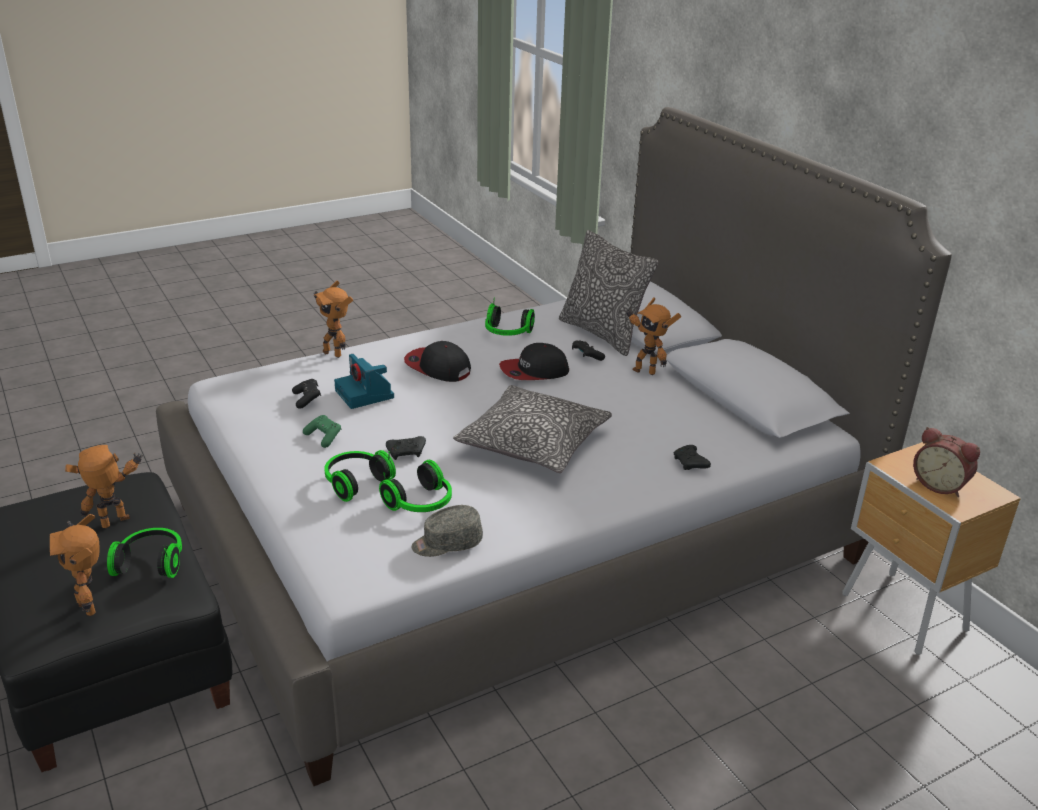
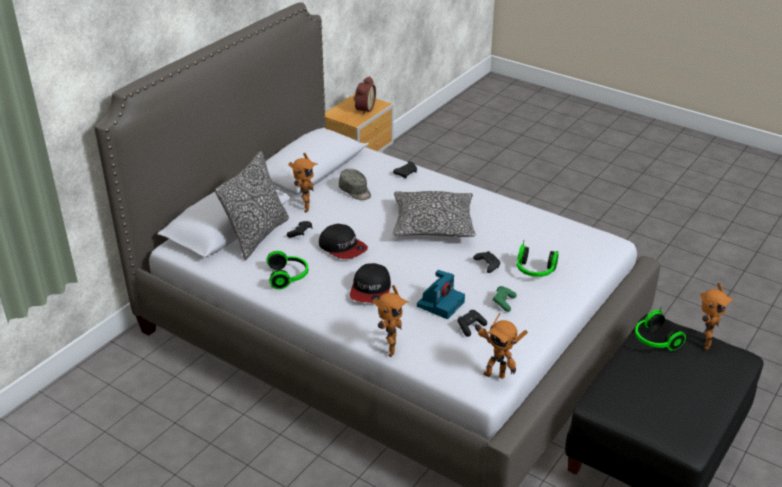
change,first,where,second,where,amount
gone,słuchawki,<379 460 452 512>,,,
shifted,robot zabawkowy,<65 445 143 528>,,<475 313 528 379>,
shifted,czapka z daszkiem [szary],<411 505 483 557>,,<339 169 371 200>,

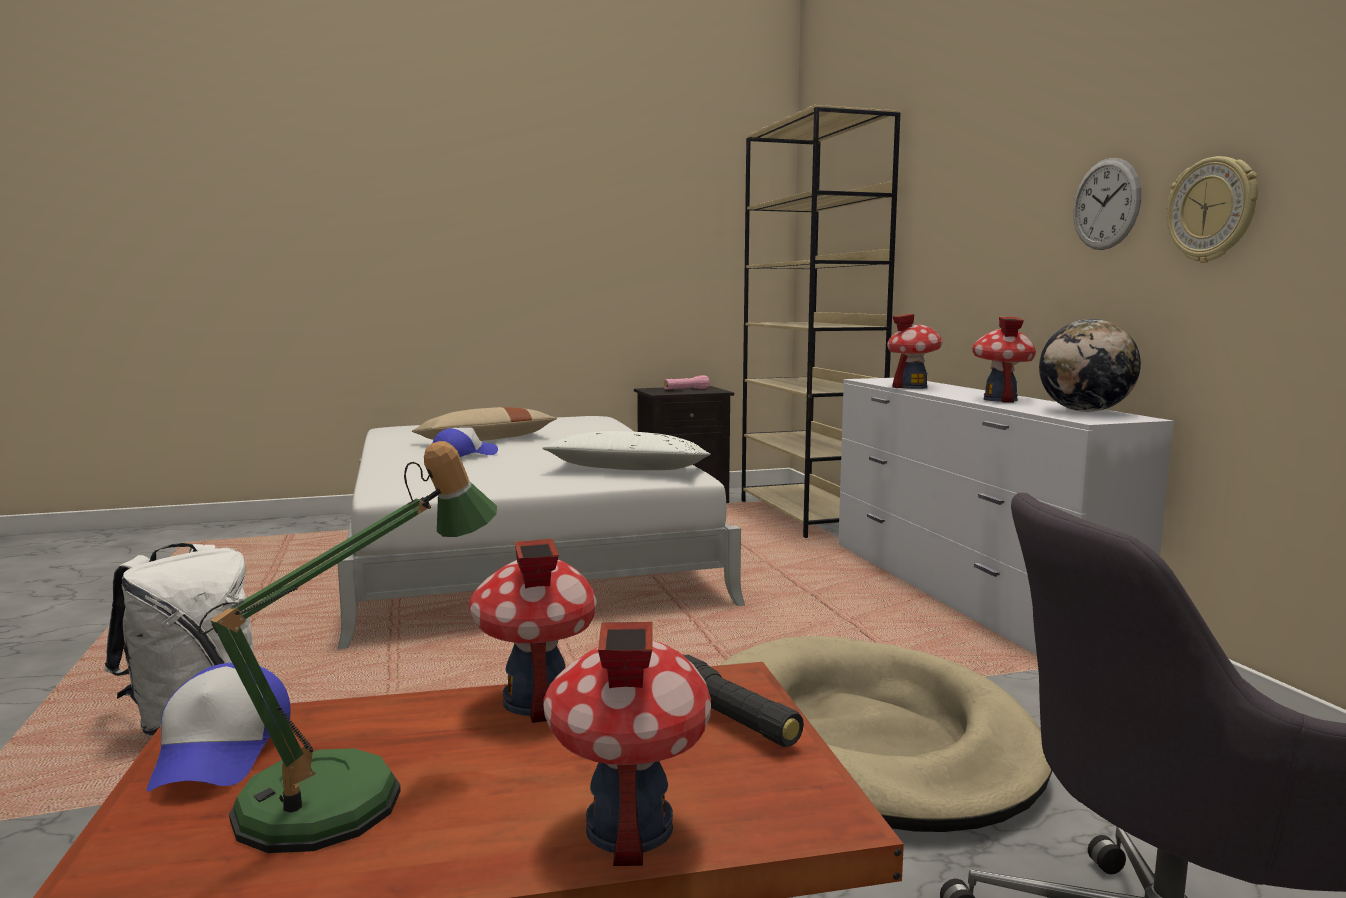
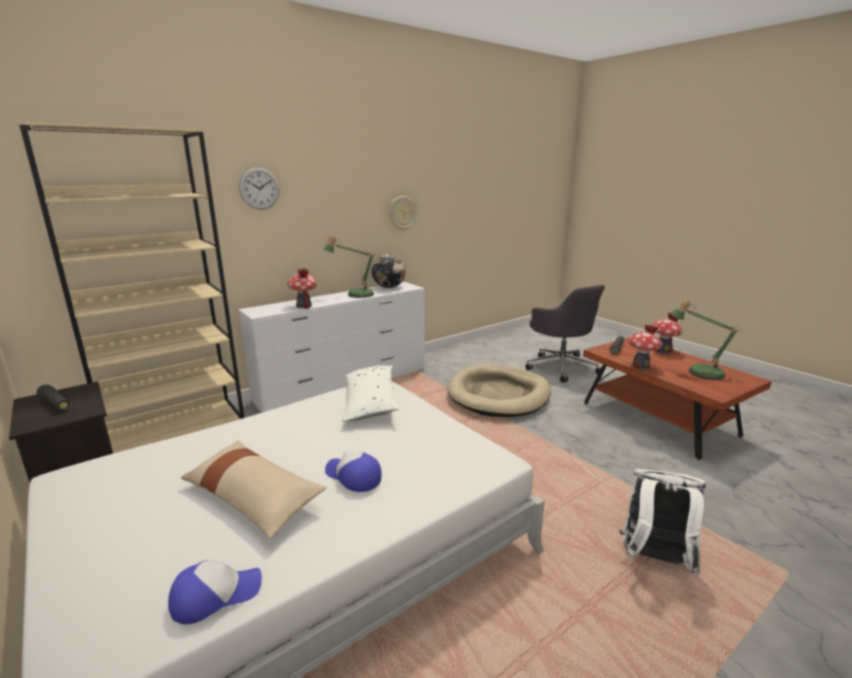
change,first,where,second,where,amount
shifted,czapka z daszkiem,<147 663 290 792>,,<168 560 262 624>,
shifted,zegar ścienny,<1073 158 1141 250>,,<239 167 280 210>,
swapped,domek,<972 317 1036 402>,lampa stołowa,<323 235 374 298>,
repainted,latarka [różowy],<663 375 710 390>,latarka [czarny],<37 385 70 411>,

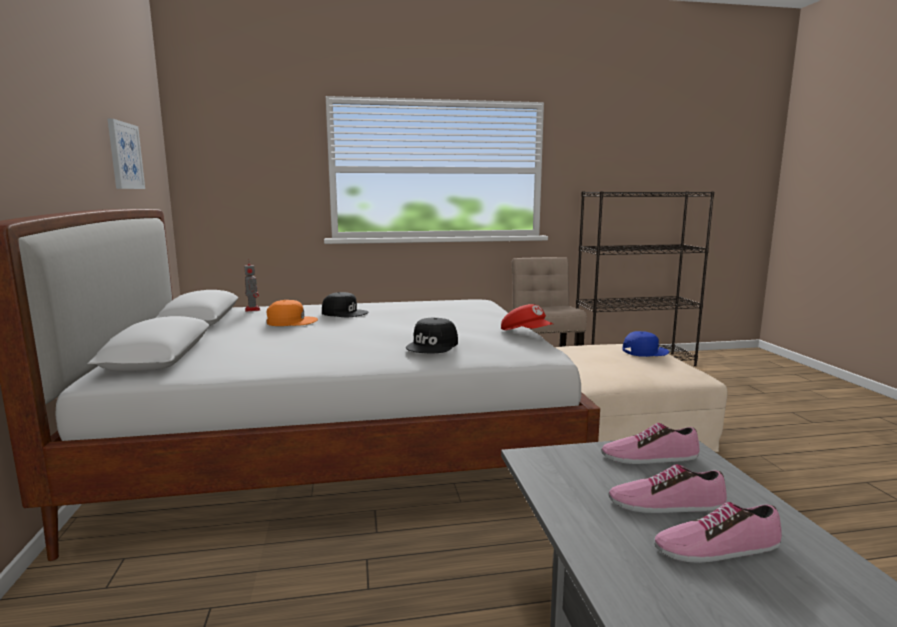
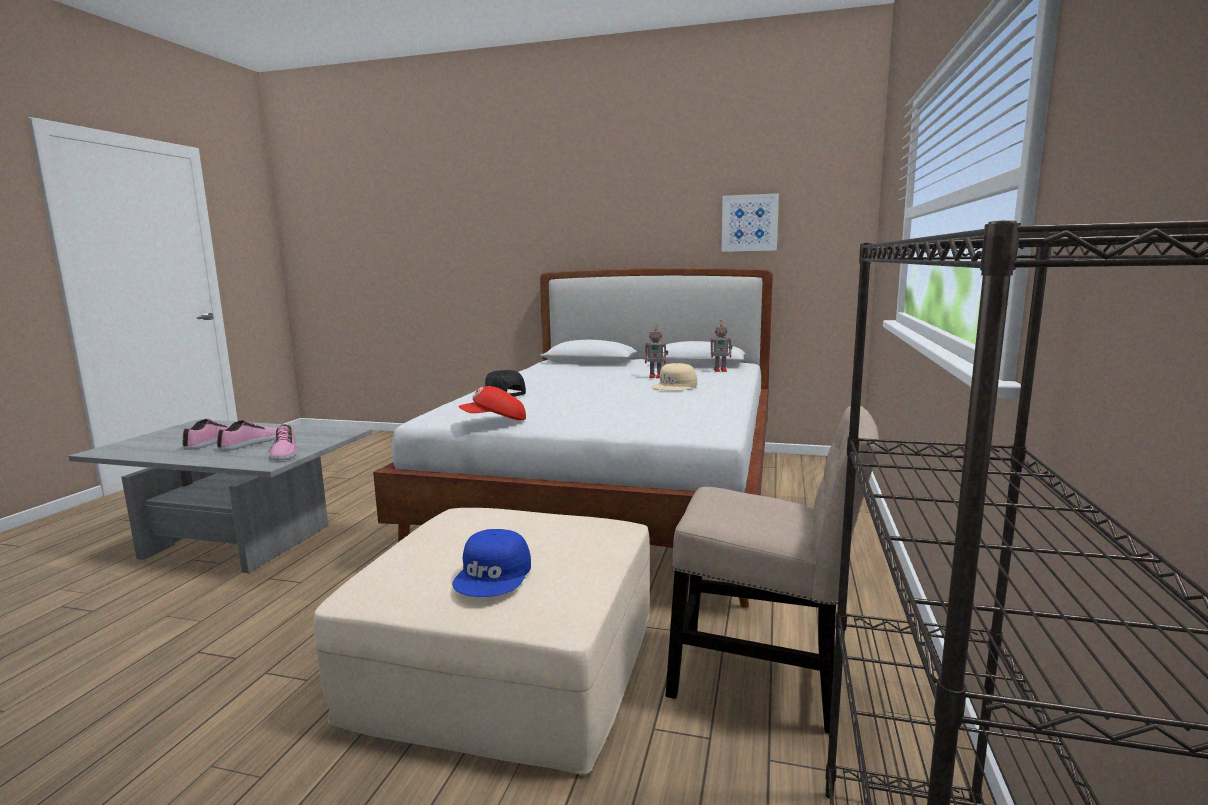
change,first,where,second,where,amount
swapped,czapka z daszkiem [pomarańczowy],<266 300 318 326>,robot zabawkowy,<645 324 668 378>,
repainted,czapka z daszkiem [czarny],<322 292 368 317>,czapka z daszkiem [beżowy],<651 363 697 391>,
rotated,but,<601 423 700 464>,,<269 424 297 460>,135 degrees clockwise

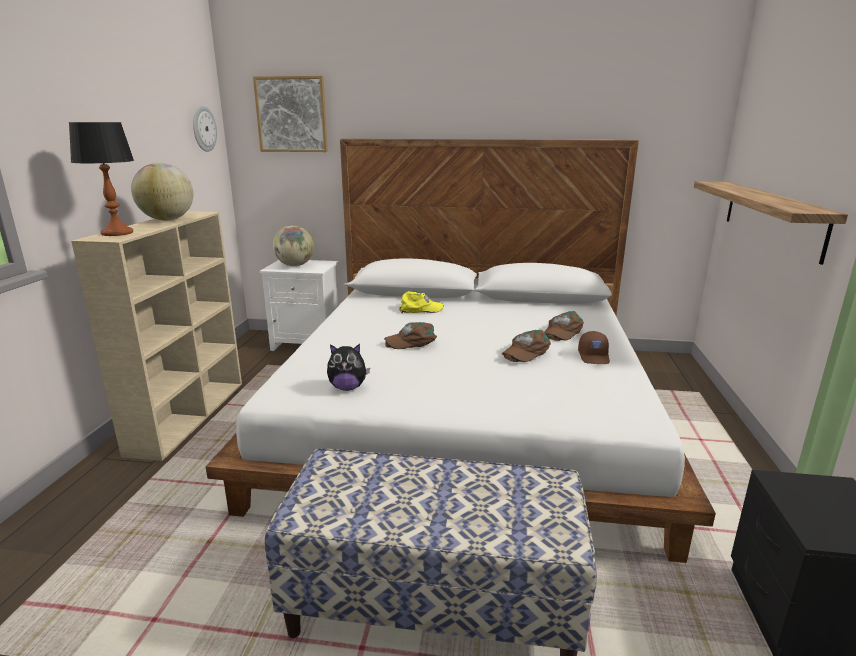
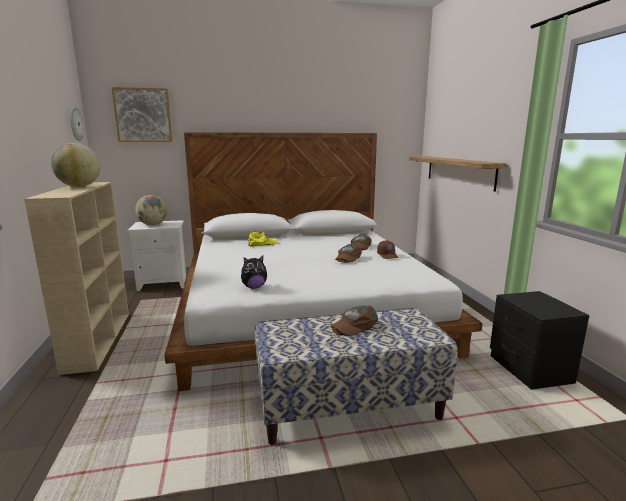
change,first,where,second,where,amount
gone,lampa stołowa,<69 122 134 236>,,,
shifted,czapka z daszkiem [brązowy],<384 322 437 349>,,<331 305 378 336>,

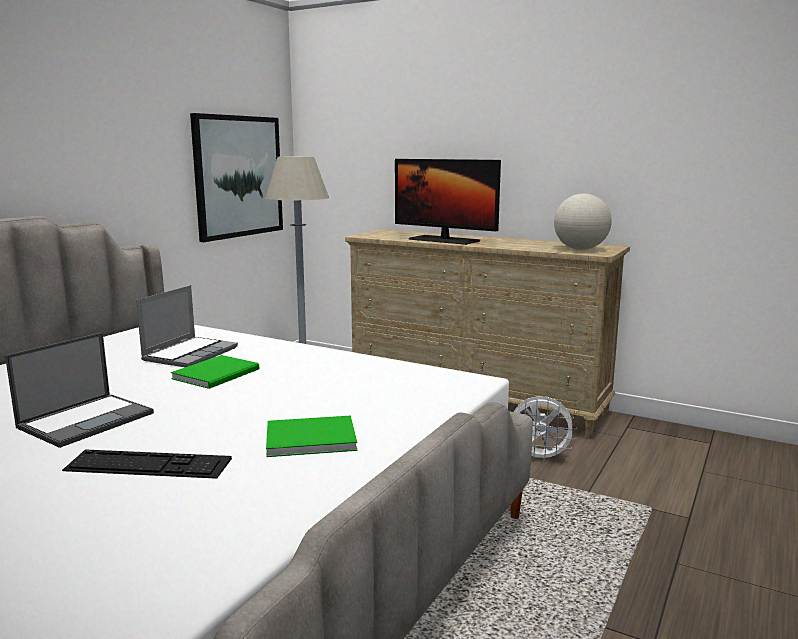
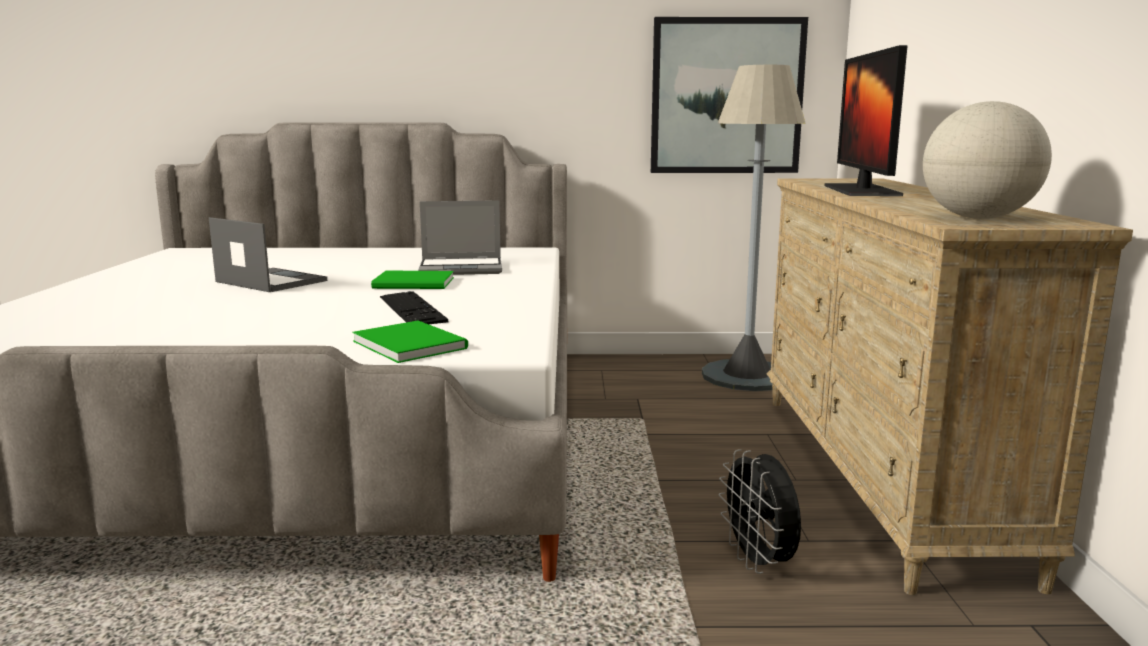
change,first,where,second,where,amount
shifted,klawiatura,<62 449 232 479>,,<380 291 448 324>,
shifted,książka [zielony],<266 416 357 457>,,<352 321 468 363>,
repainted,wentylator [biały],<514 396 577 463>,wentylator [czarny],<718 449 801 574>,
rotated,laptop,<5 332 154 448>,,<209 217 327 292>,150 degrees counterclockwise

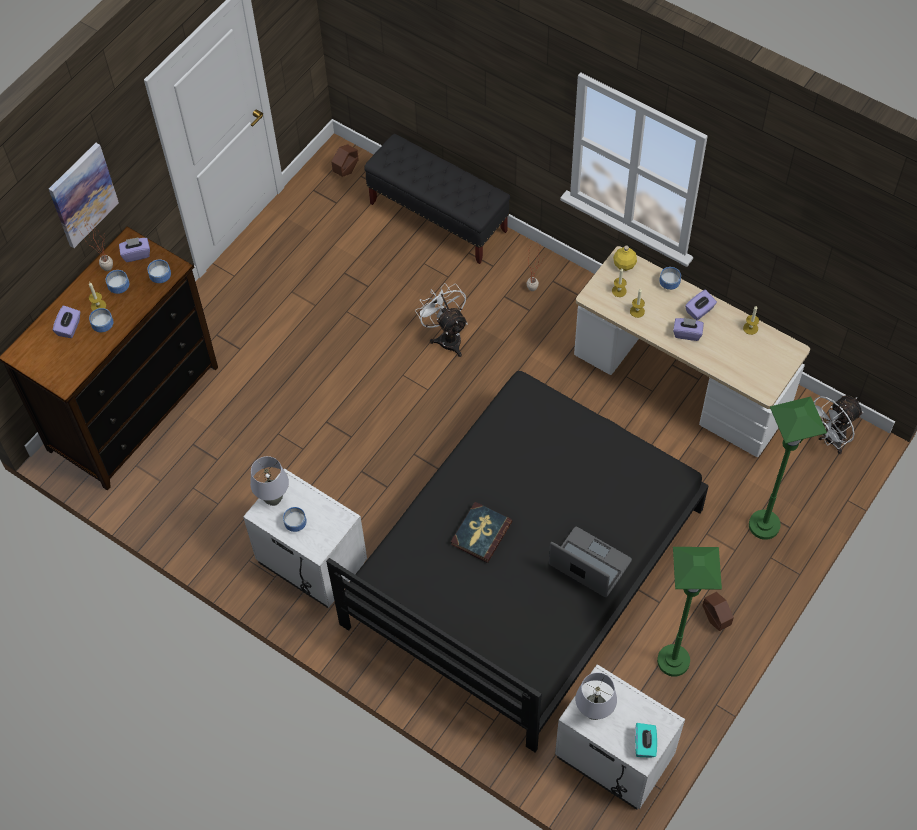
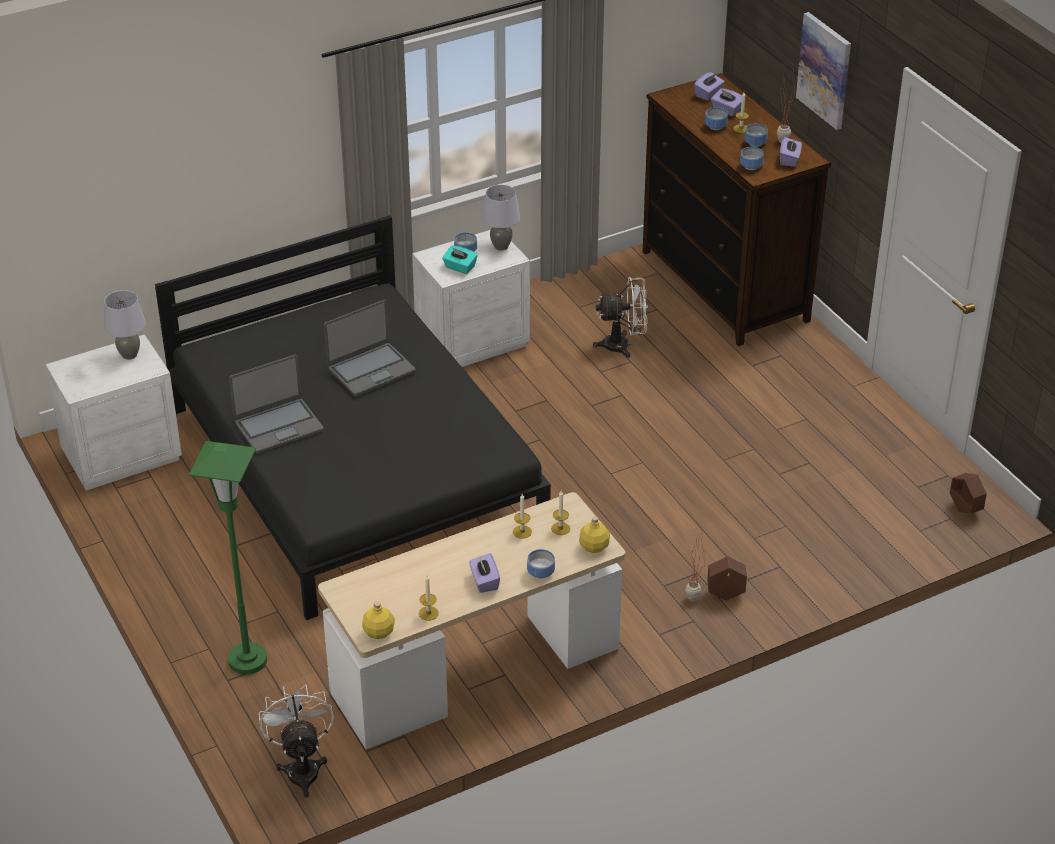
change,first,where,second,where,amount
gone,ławka [czarny],<364 134 510 264>,,,
gone,lampa stojąca [zielony],<657 547 722 677>,,,
new,,,butelka [żółty],<362 601 395 639>,
shifted,wentylator [biały],<415 283 468 357>,,<593 277 648 358>,
shifted,pudełko chusteczek [turkusowy],<635 723 657 758>,,<442 246 477 274>,
shifted,pudełko chusteczek [fioletowy],<673 318 704 341>,,<694 72 725 101>,
shifted,donica [brązowy],<702 592 734 631>,,<707 556 747 601>,
swapped,książka,<451 502 512 563>,laptop,<324 300 416 396>,

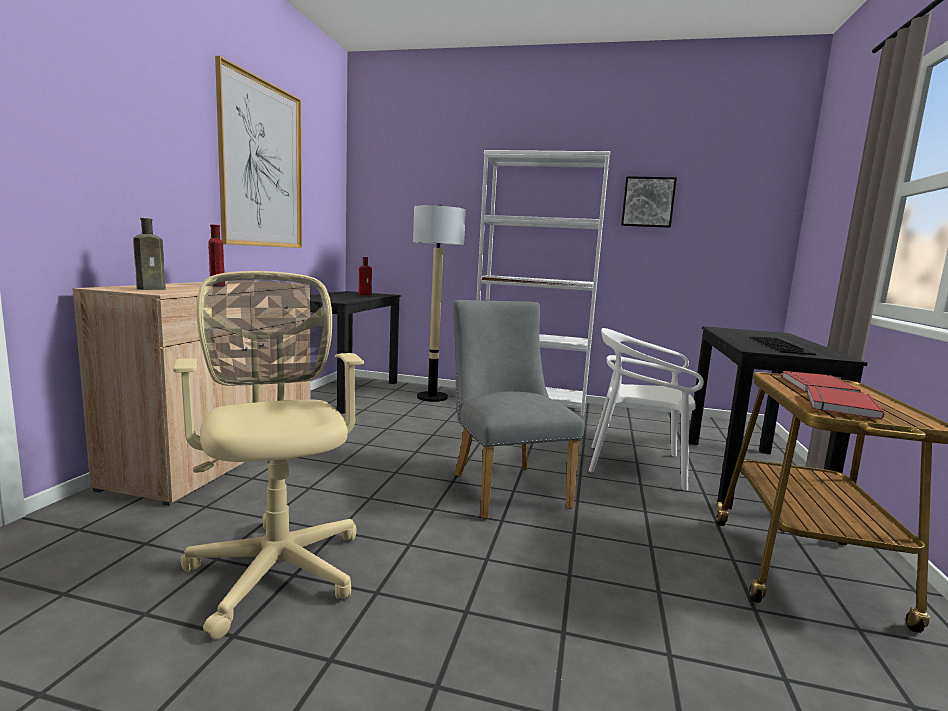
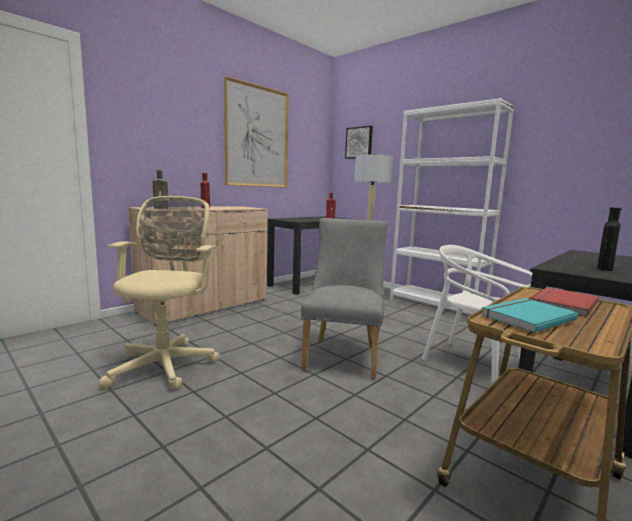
change,first,where,second,where,amount
shifted,obraz,<621 176 677 228>,,<345 126 373 159>,
swapped,klawiatura,<750 336 816 355>,butelka [czarny],<597 208 622 271>,
repainted,książka [czerwony],<807 385 884 420>,książka [turkusowy],<481 298 578 333>,

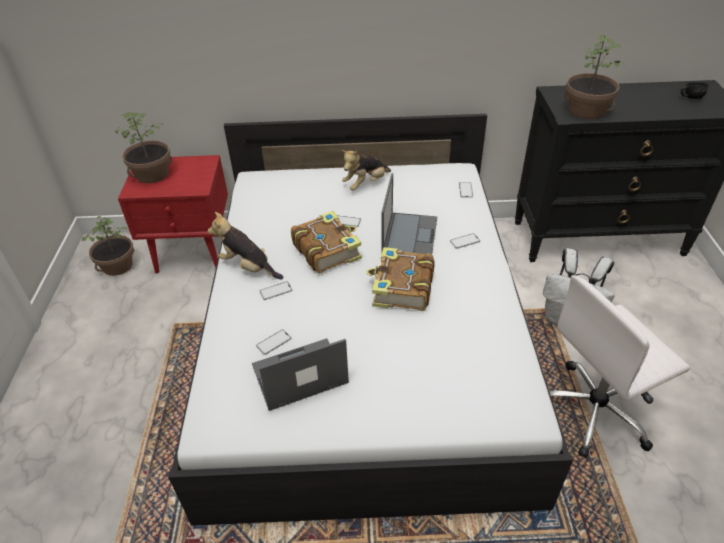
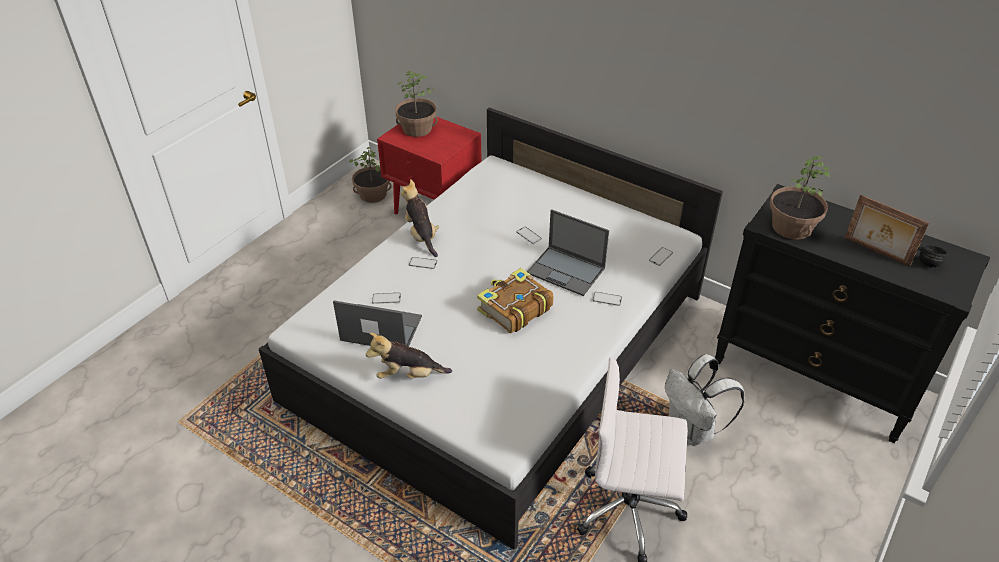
change,first,where,second,where,amount
gone,książka,<291 211 362 273>,,,
new,,,ramka na zdjęcie,<845 195 929 267>,
shifted,pluszak,<341 150 391 190>,,<366 333 452 379>,
rotated,laptop,<382 173 437 254>,,<527 209 609 296>,75 degrees clockwise

